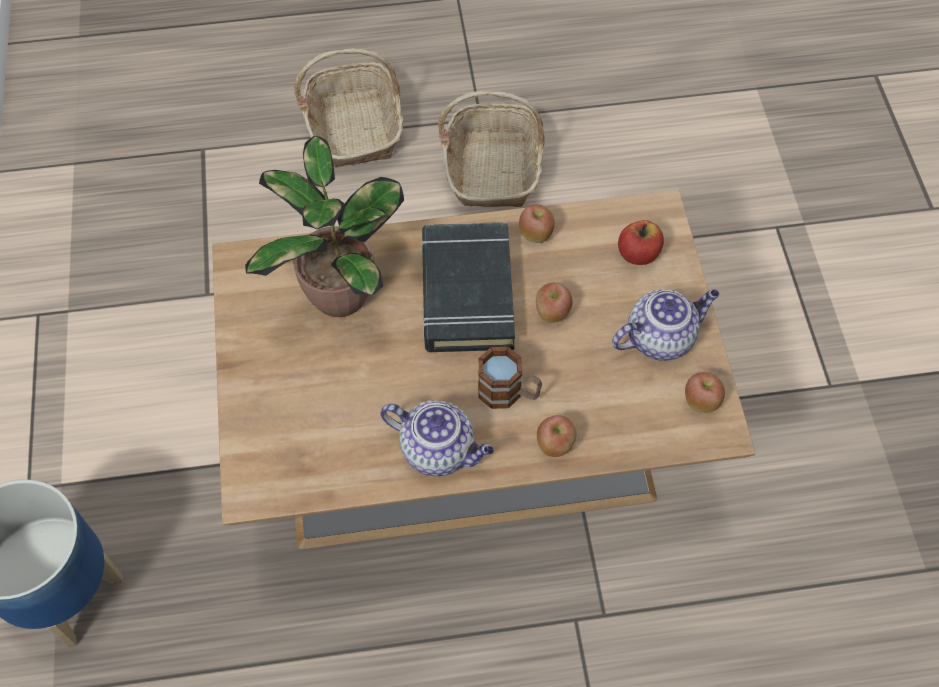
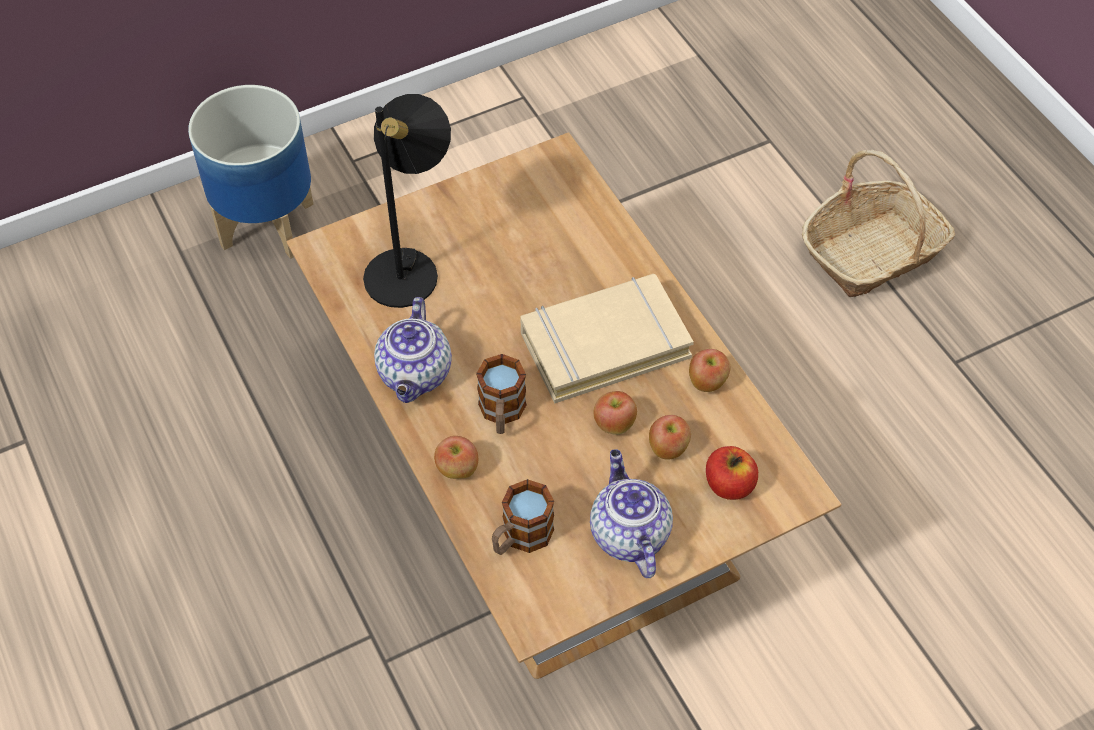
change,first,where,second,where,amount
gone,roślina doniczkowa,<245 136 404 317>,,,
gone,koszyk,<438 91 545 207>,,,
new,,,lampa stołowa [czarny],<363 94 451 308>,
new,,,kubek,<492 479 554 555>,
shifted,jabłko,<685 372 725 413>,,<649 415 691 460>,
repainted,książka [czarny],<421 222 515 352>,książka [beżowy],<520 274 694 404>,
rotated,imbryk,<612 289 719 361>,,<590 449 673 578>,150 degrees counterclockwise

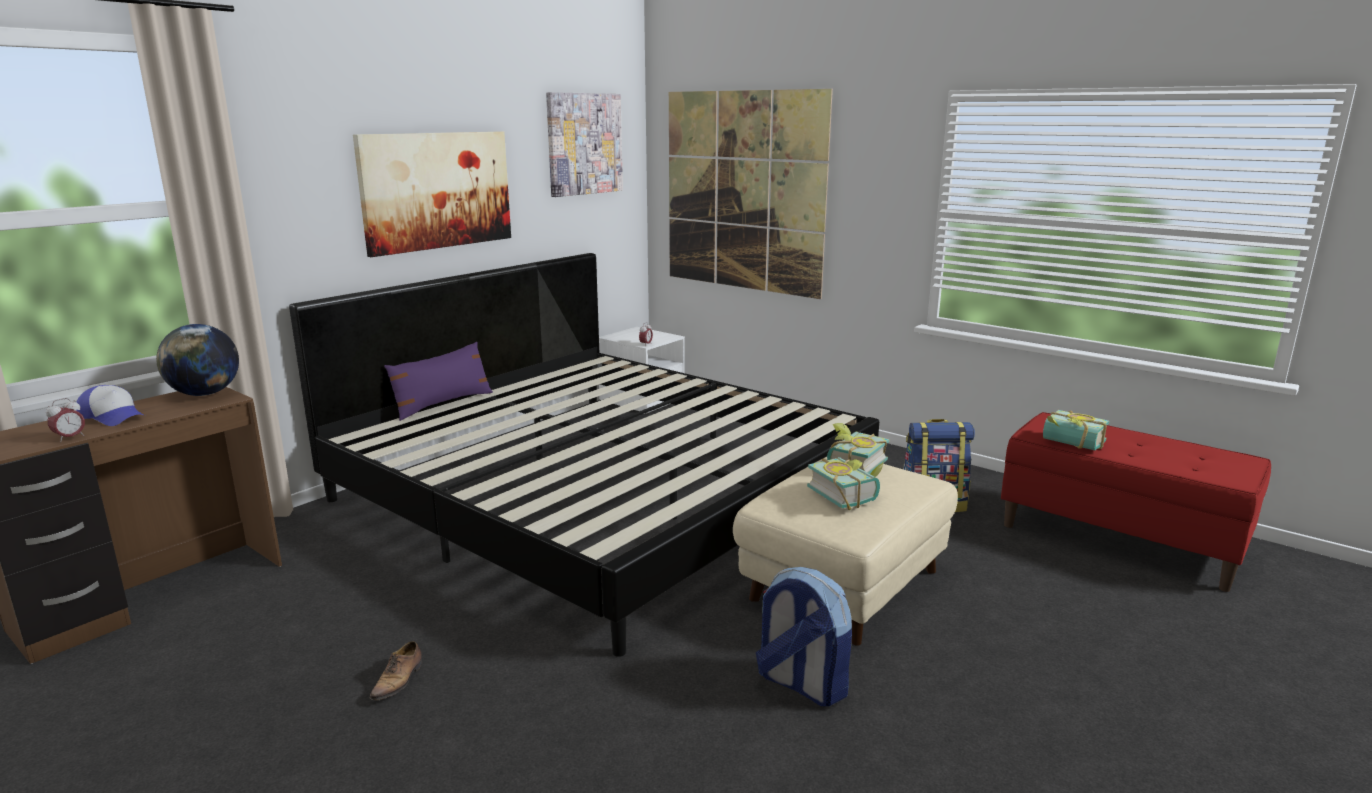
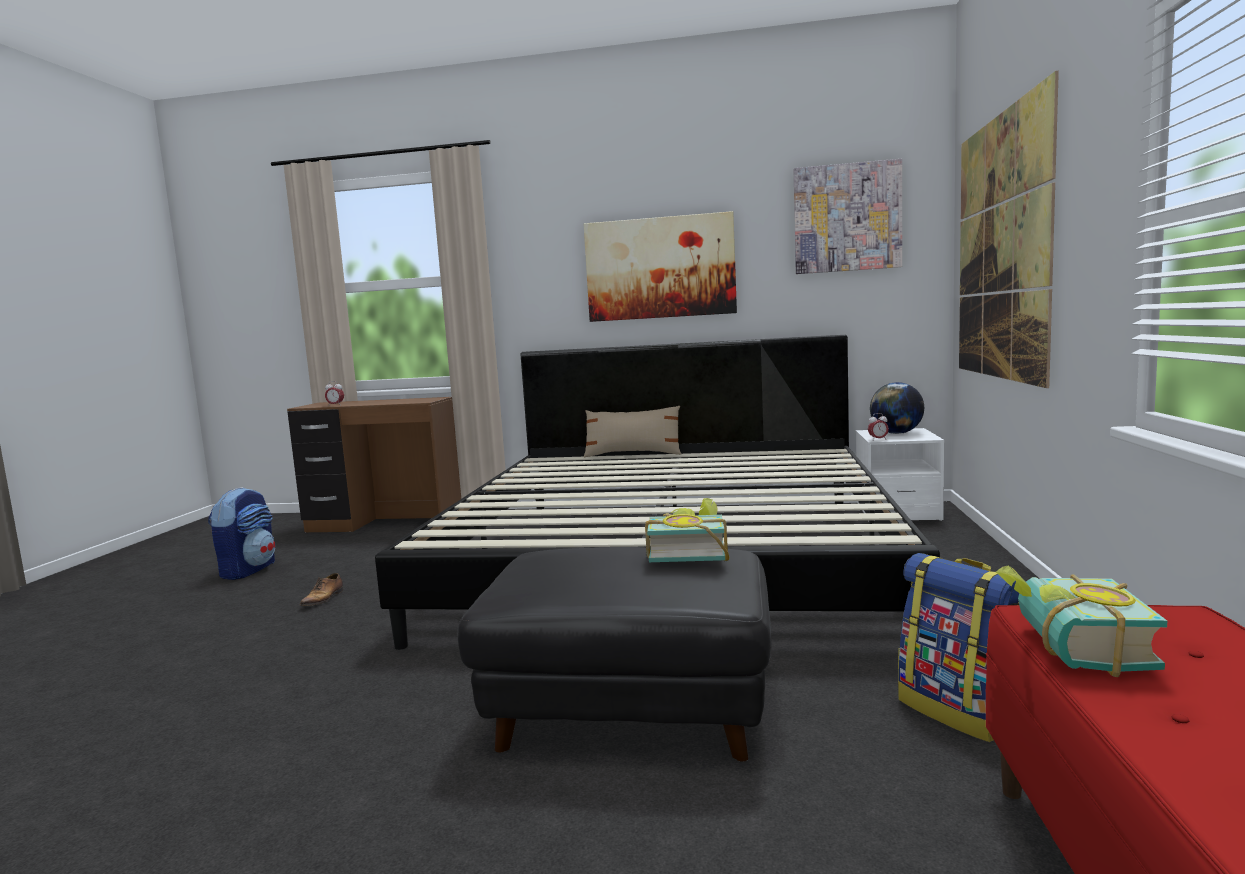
change,first,where,second,where,amount
gone,czapka z daszkiem,<76 385 145 426>,,,
gone,książka,<807 457 884 510>,,,
shifted,globus,<156 324 239 396>,,<870 382 924 434>,
shifted,plecak,<756 567 852 707>,,<208 487 275 580>,
repainted,poduszka [fioletowy],<384 342 493 421>,poduszka [beżowy],<584 406 681 458>,
repainted,pufa [beżowy],<733 457 958 646>,pufa [czarny],<458 547 772 761>,
rotated,but,<369 641 422 700>,,<300 573 343 606>,60 degrees counterclockwise

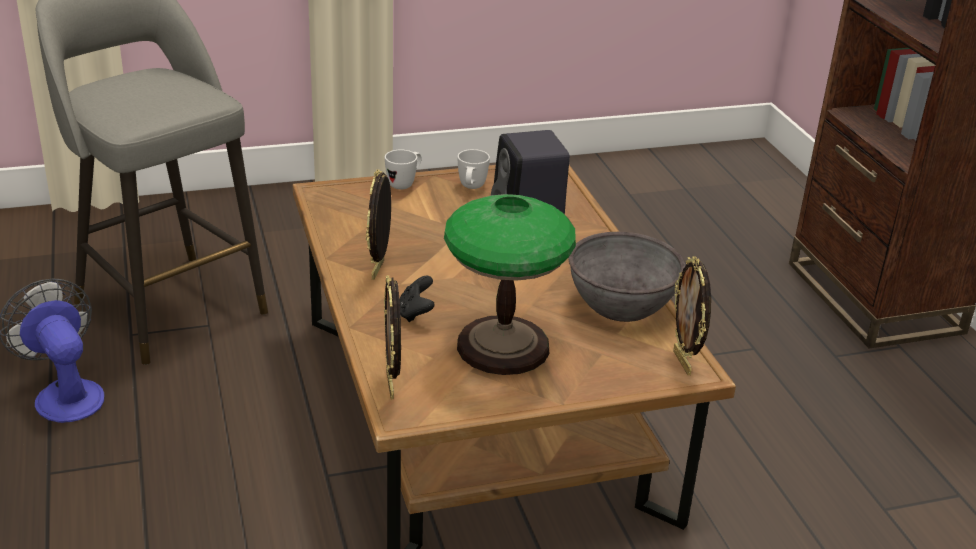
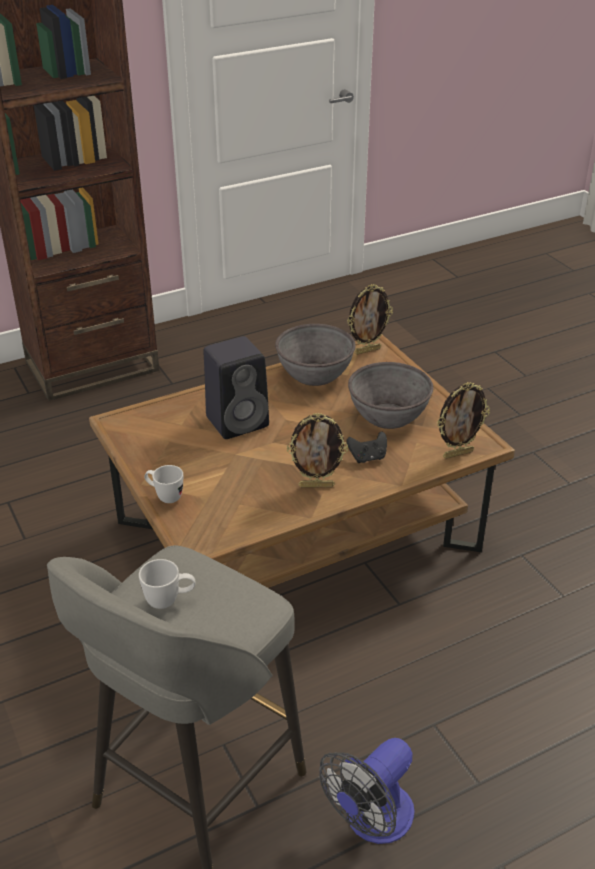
change,first,where,second,where,amount
shifted,kubek [biały],<457 149 490 189>,,<139 559 196 609>,
swapped,lampa stołowa,<444 194 576 375>,miska [szary],<348 362 433 429>,

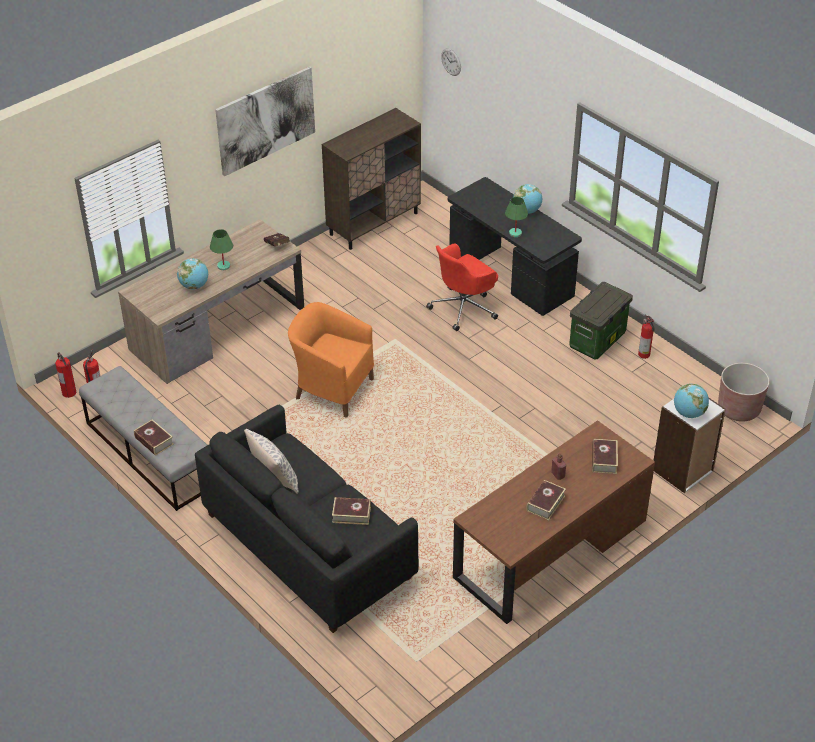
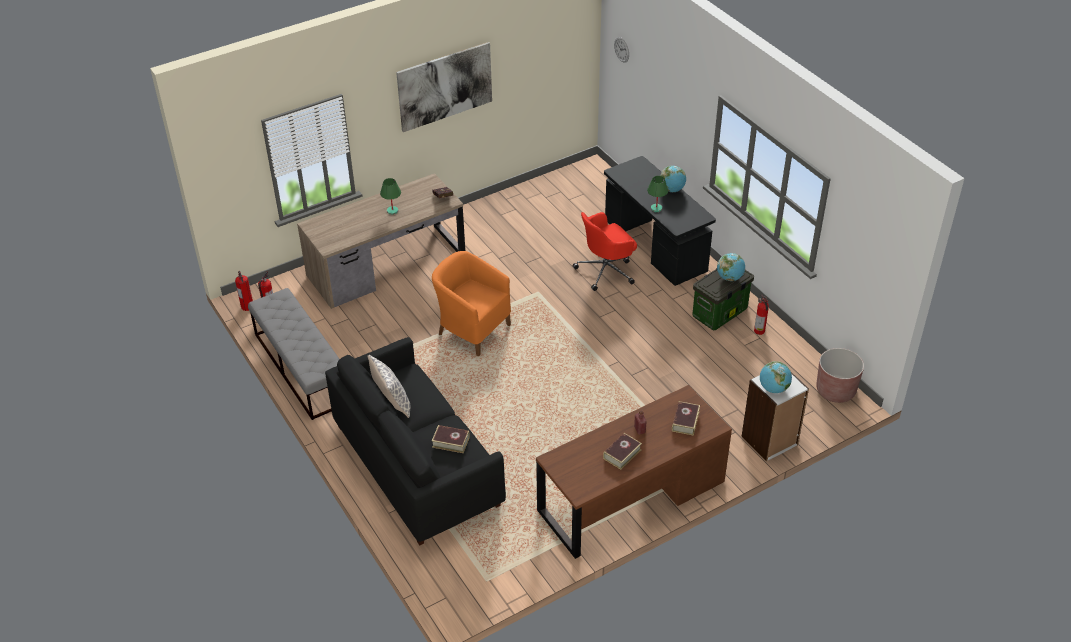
change,first,where,second,where,amount
gone,książka,<134 419 174 456>,,,
gone,szafka [brązowy],<322 108 421 250>,,,
shifted,globus,<177 258 208 289>,,<717 253 745 281>,

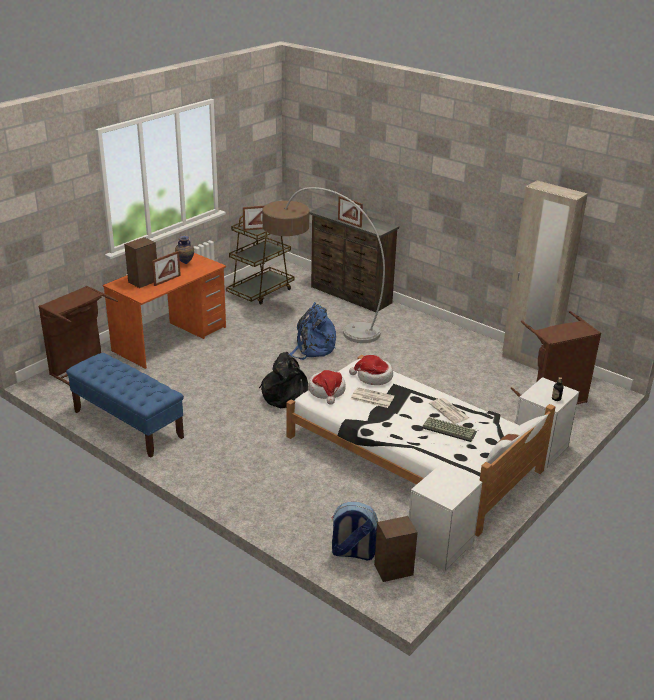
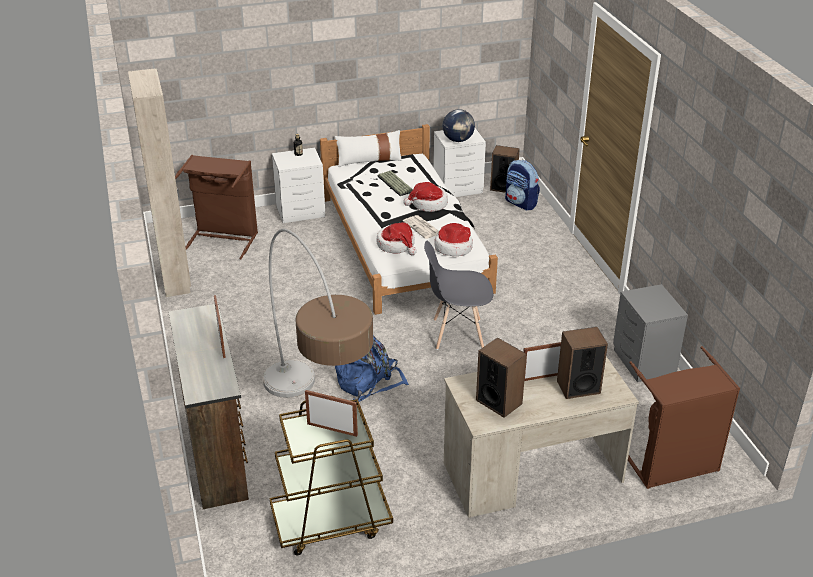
change,first,where,second,where,amount
gone,gazeta,<429 398 469 424>,,,
new,,,kapelusz,<404 182 448 212>,
new,,,globus,<443 109 475 142>,
swapped,ławka [niebieski],<66 353 184 458>,szafka nocna [szary],<613 284 688 382>,
swapped,wazon,<175 235 194 264>,głośnik,<476 337 527 418>,
swapped,plecak [czarny],<259 352 309 408>,krzesło [szary],<424 241 493 350>,
repainted,biurko [pomarańczowy],<103 253 226 369>,biurko [beżowy],<444 356 639 518>,

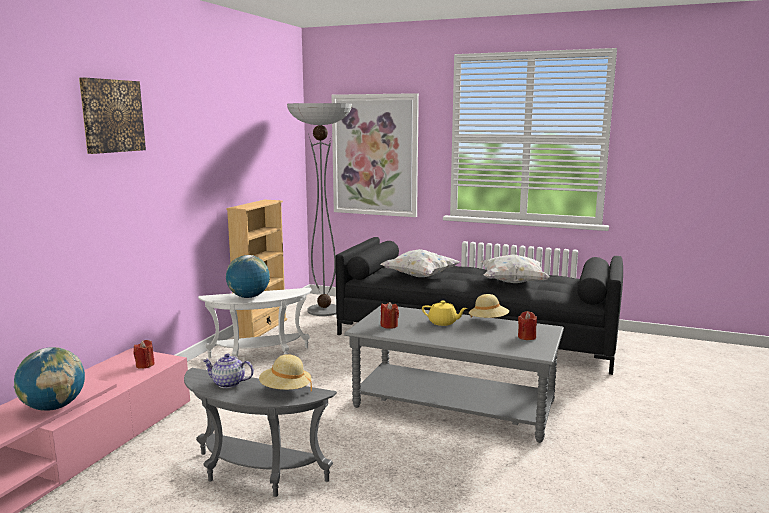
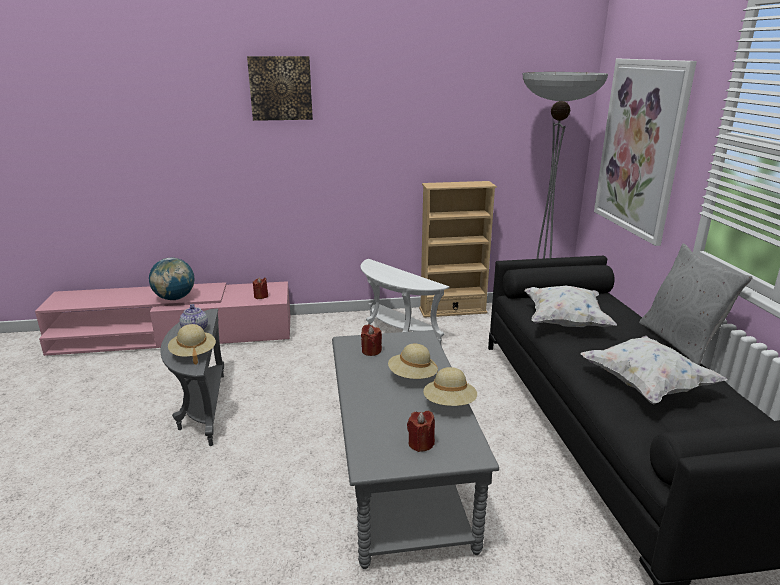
change,first,where,second,where,amount
gone,globus,<226 255 270 298>,,,
new,,,poduszka [szary],<639 243 753 365>,
swapped,imbryk [żółty],<422 301 467 326>,kapelusz [beżowy],<388 344 438 379>,

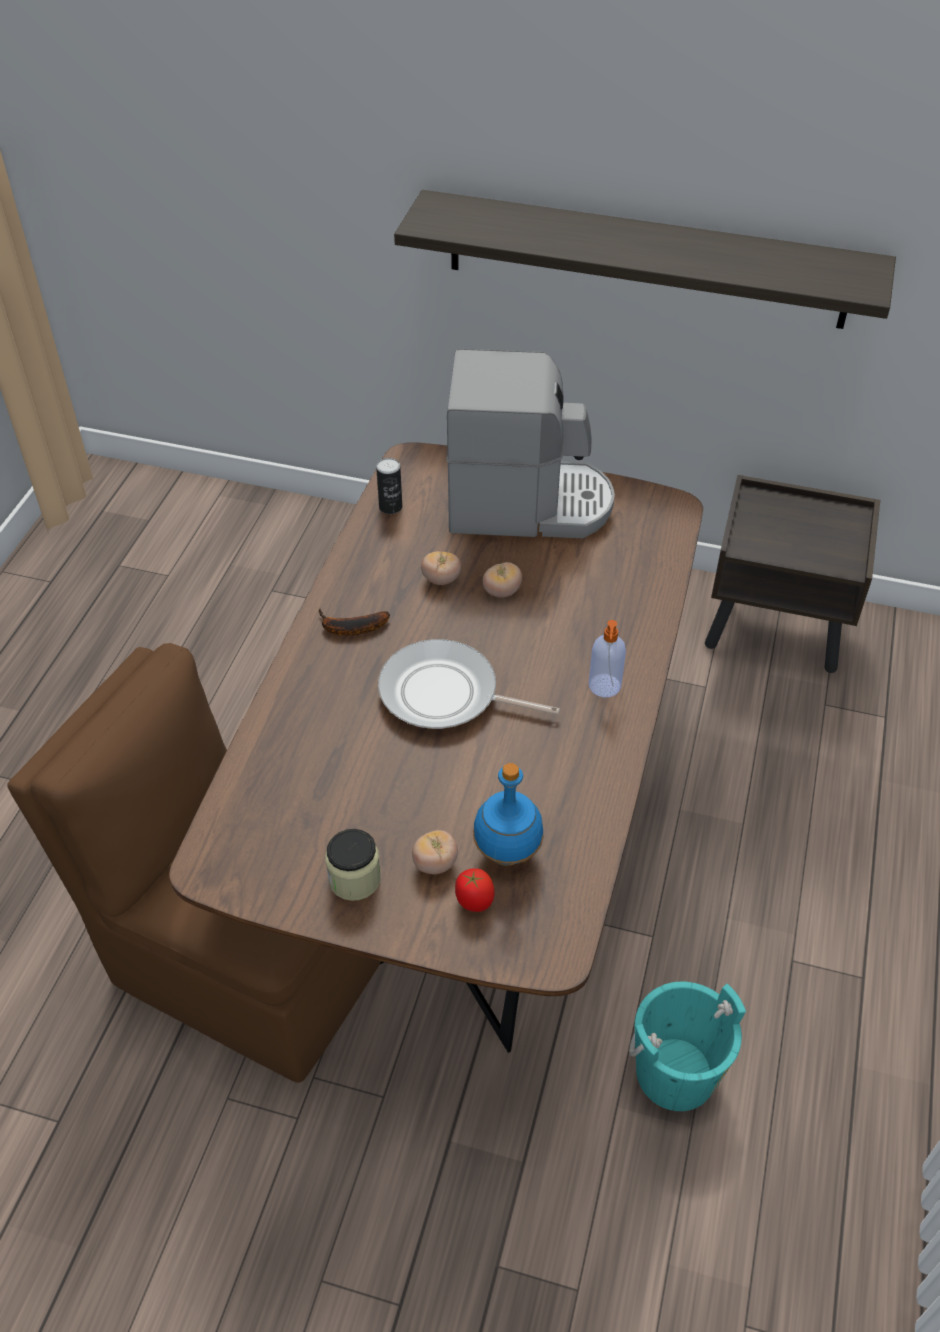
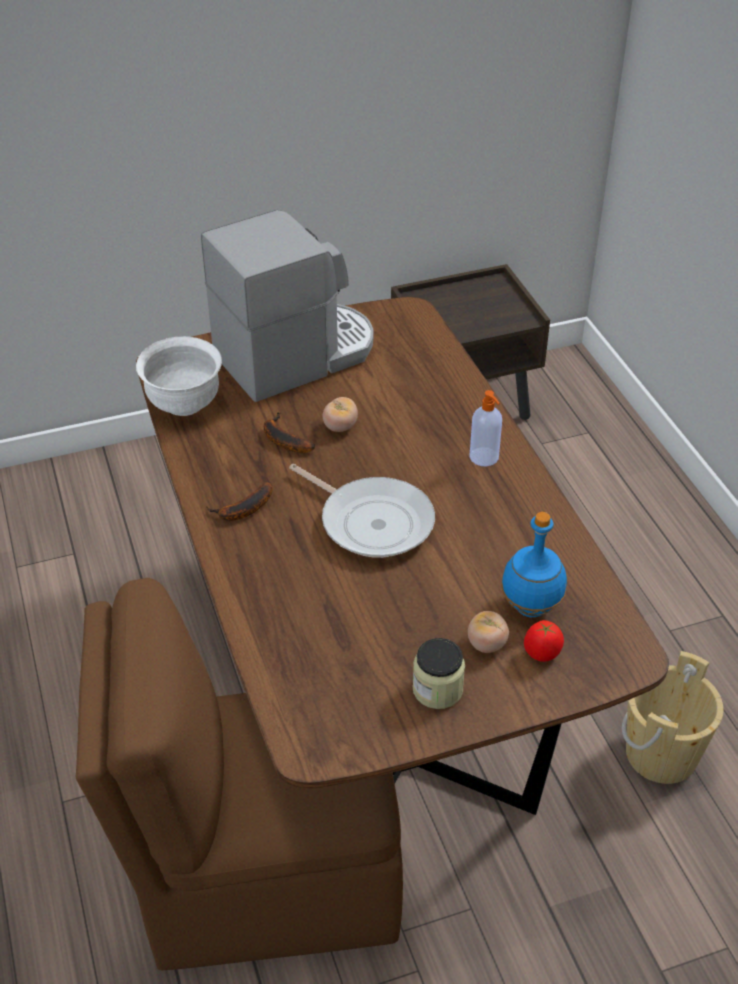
change,first,where,second,where,amount
gone,półka,<394 190 896 329>,,,
swapped,puszka,<376 458 402 514>,miska [biały],<136 336 222 416>,
swapped,pomidor,<421 551 461 585>,banan,<264 412 315 453>,
repainted,wiadro [turkusowy],<629 982 746 1111>,wiadro [beżowy],<622 651 724 784>,
rotated,patelnia,<378 639 560 729>,,<289 464 435 558>,120 degrees counterclockwise

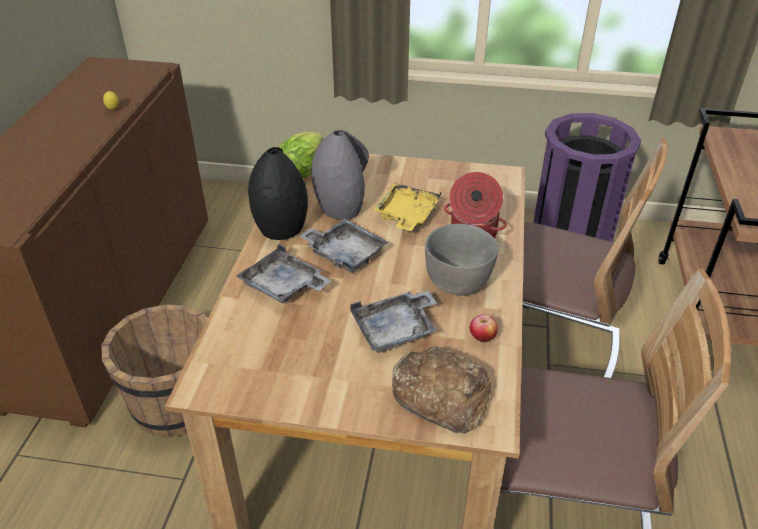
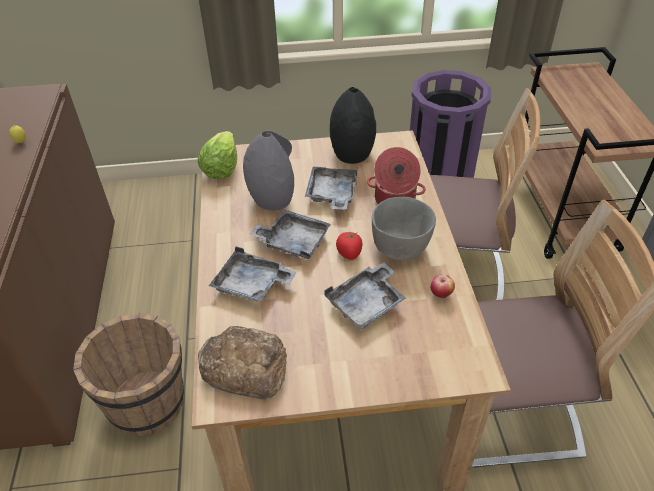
change,first,where,second,where,amount
new,,,pomidor,<336 231 363 260>,
shifted,wazon [czarny],<248 147 308 240>,,<330 87 376 164>,
shifted,chleb,<392 346 491 434>,,<198 326 287 400>,
repainted,taca [żółty],<373 183 441 231>,taca [szary],<305 167 358 210>,

